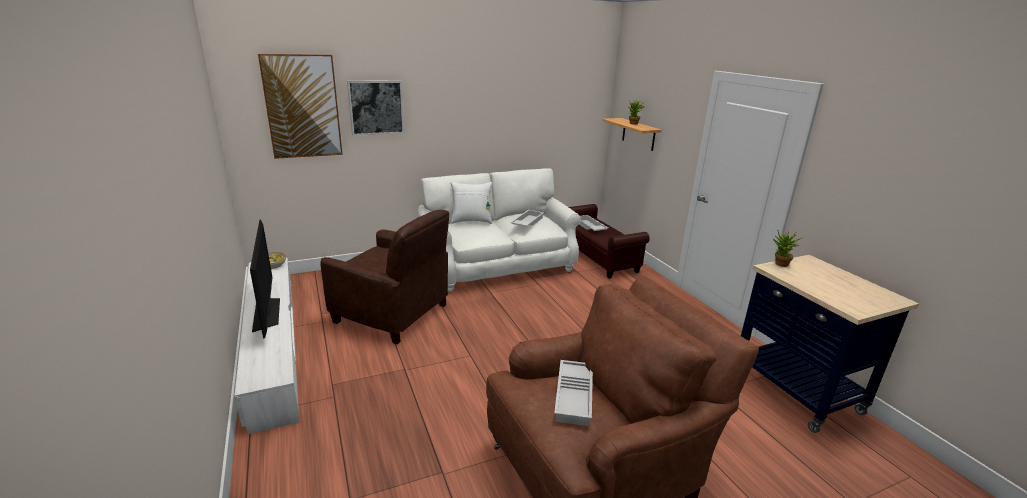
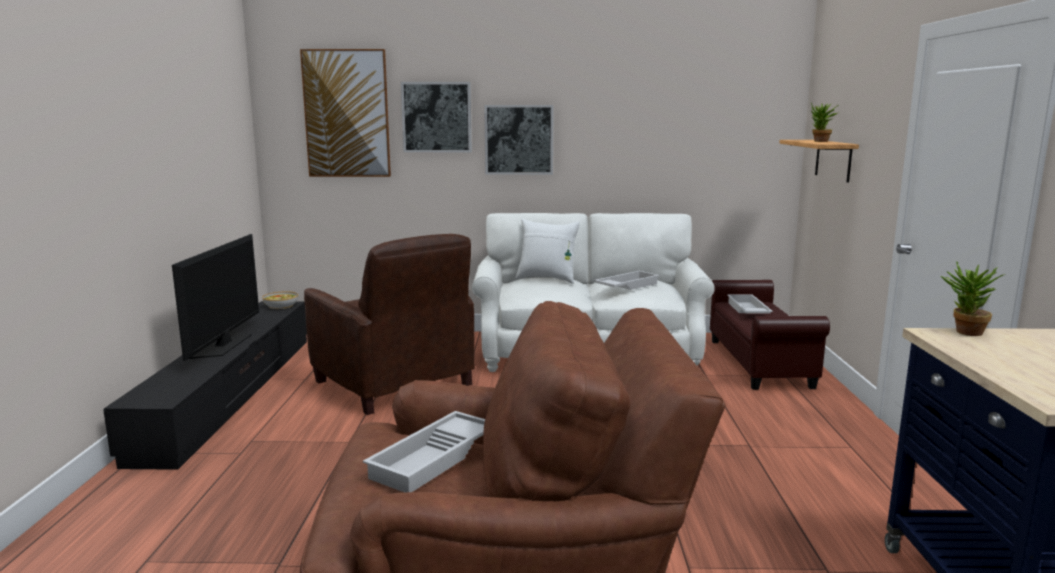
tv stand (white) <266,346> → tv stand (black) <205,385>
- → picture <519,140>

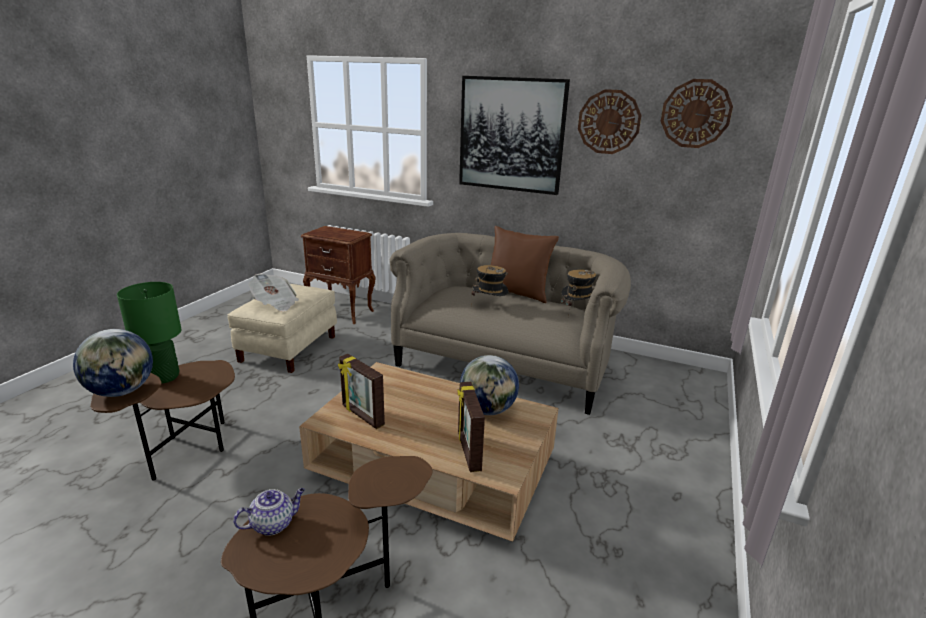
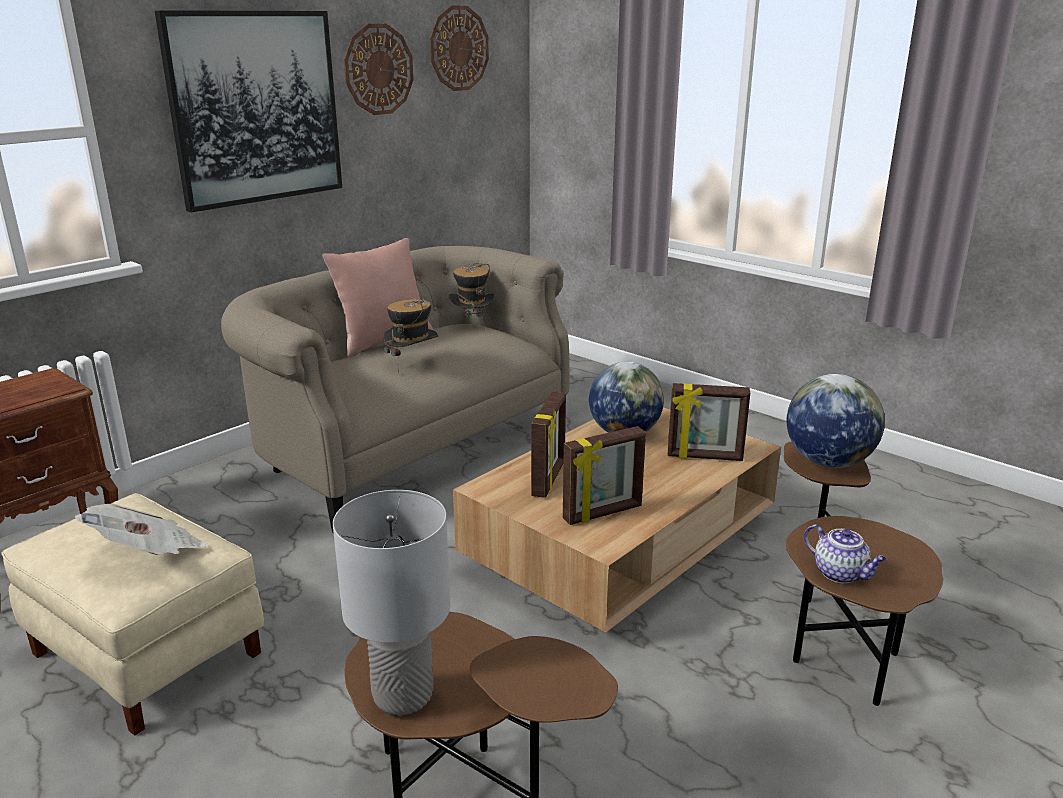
globe <113,363> → globe <836,421>, moved
table lamp (green) <149,333> → table lamp (grey) <391,603>
teapot <269,512> → teapot <845,553>, 150 degrees clockwise
pillow (brown) <525,264> → pillow (pink) <377,298>
- → picture frame <548,445>

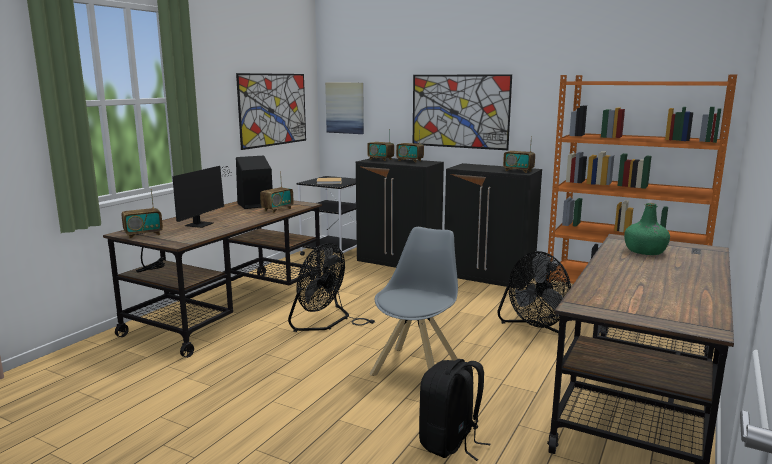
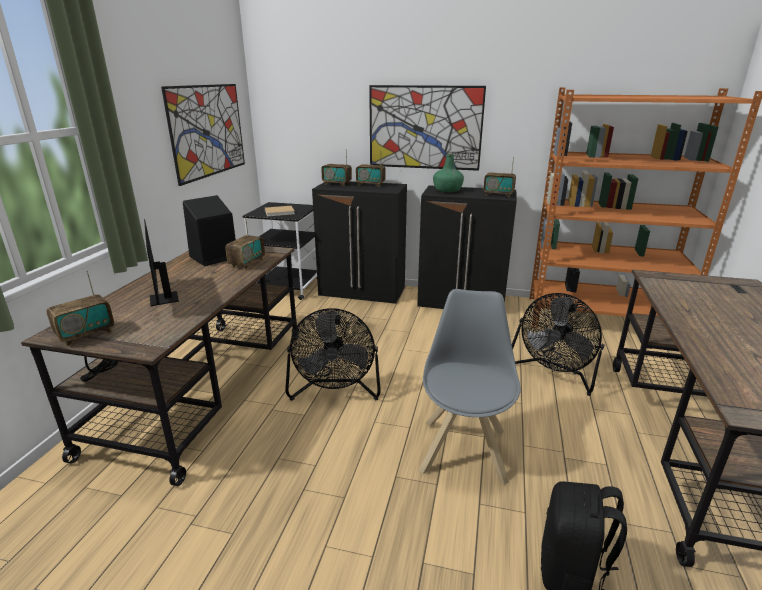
monitor <203,197> → monitor <161,262>, 150 degrees clockwise
fan (black) <331,287> → fan (black) <333,354>, 105 degrees counterclockwise
picture <344,108> → -
bottle (green) <647,229> → bottle (green) <448,172>, moved

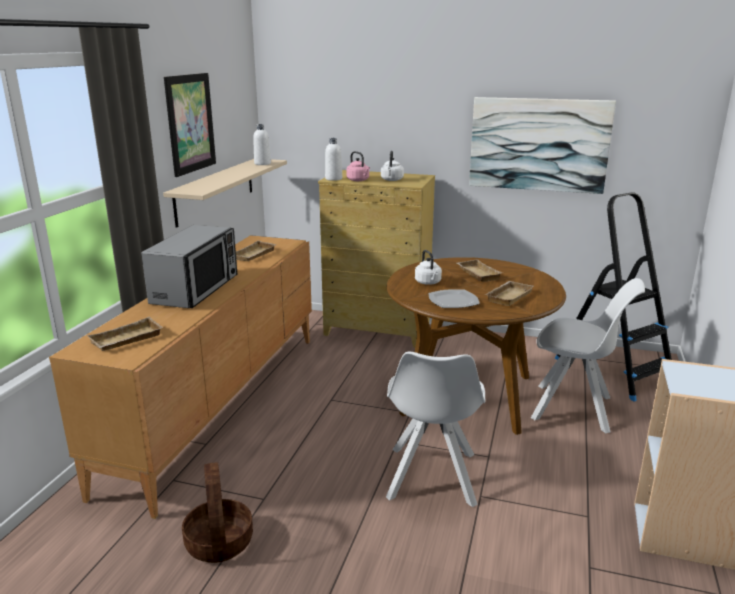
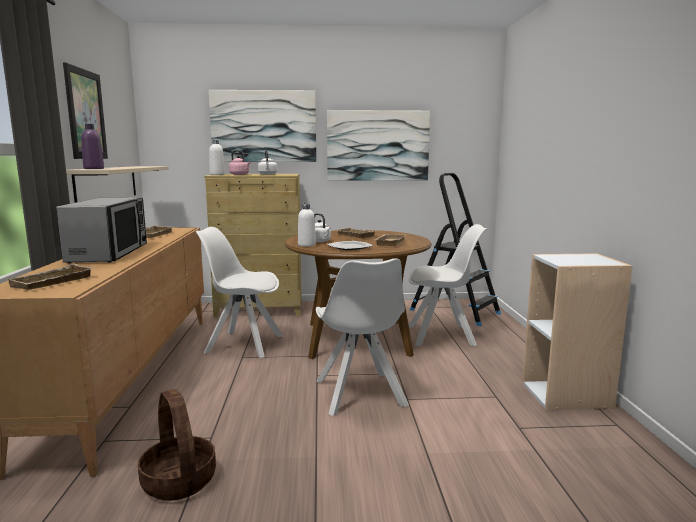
bottle (white) <262,144> → bottle (white) <307,225>, moved
- → bottle (purple) <92,146>
- → chair (white) <239,292>
- → picture <262,126>

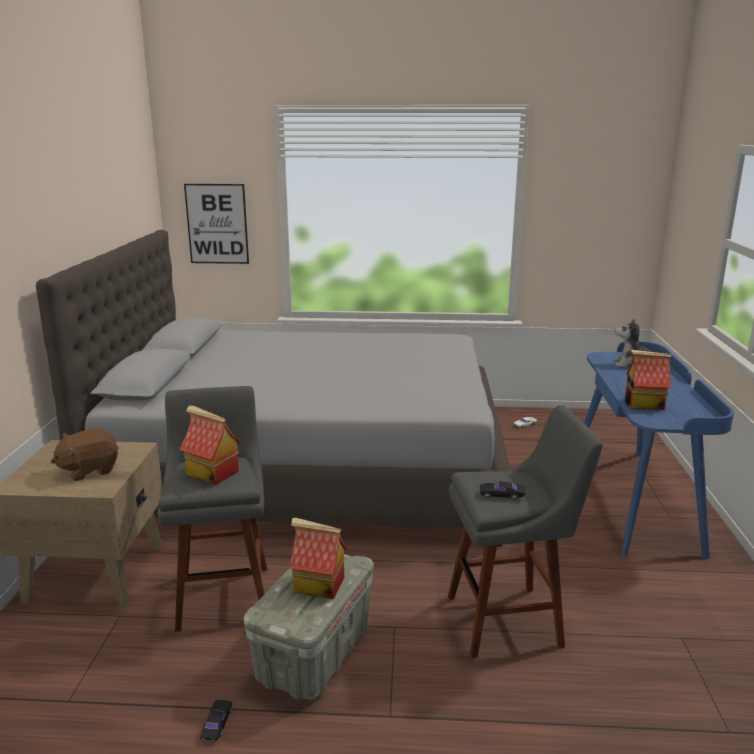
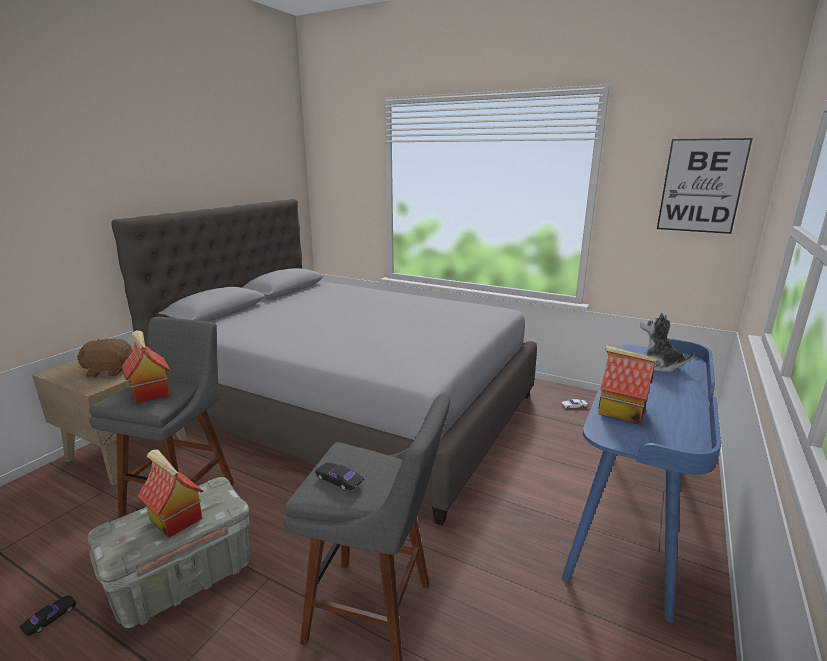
picture <216,224> → picture <705,186>, moved

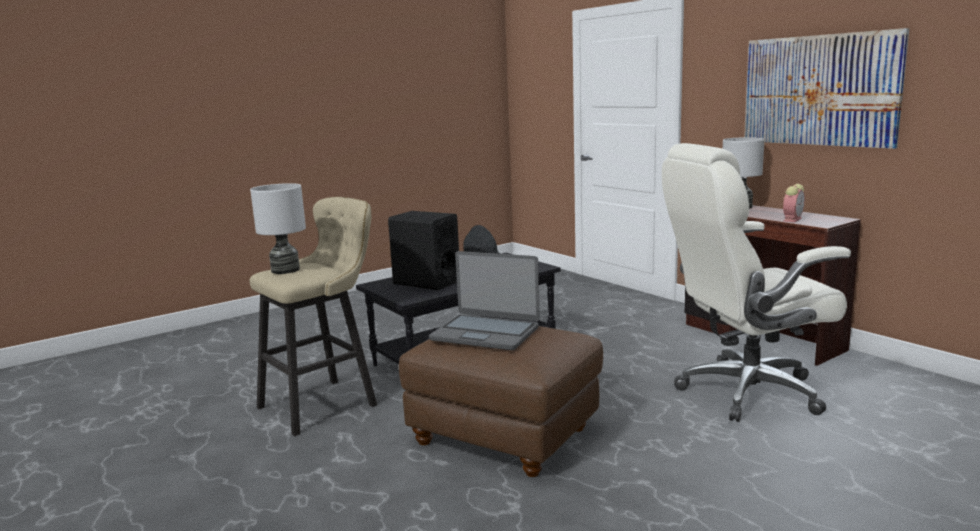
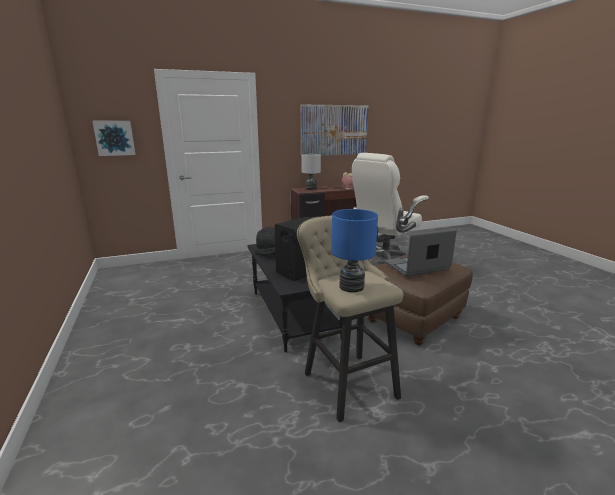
table lamp (grey) <278,228> → table lamp (blue) <354,250>
laptop <484,300> → laptop <421,253>, 150 degrees counterclockwise
office chair (white) <756,282> → office chair (white) <390,206>, 45 degrees clockwise
- → picture <114,138>

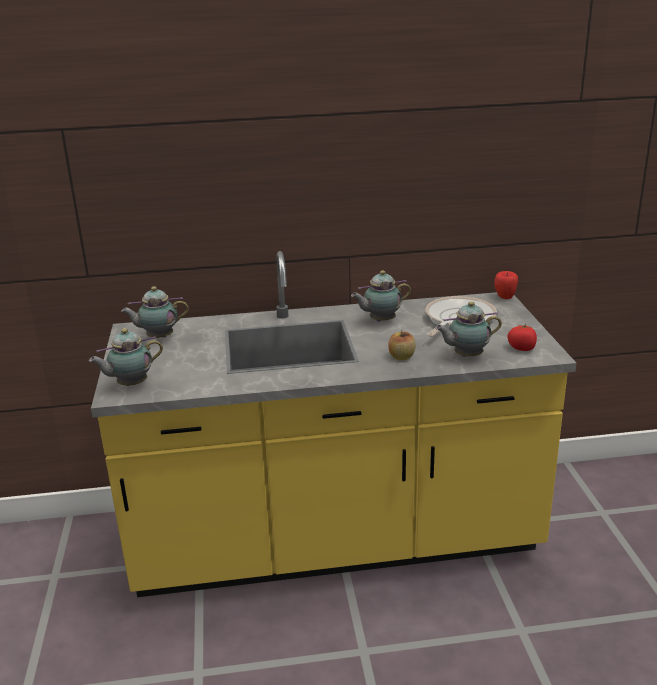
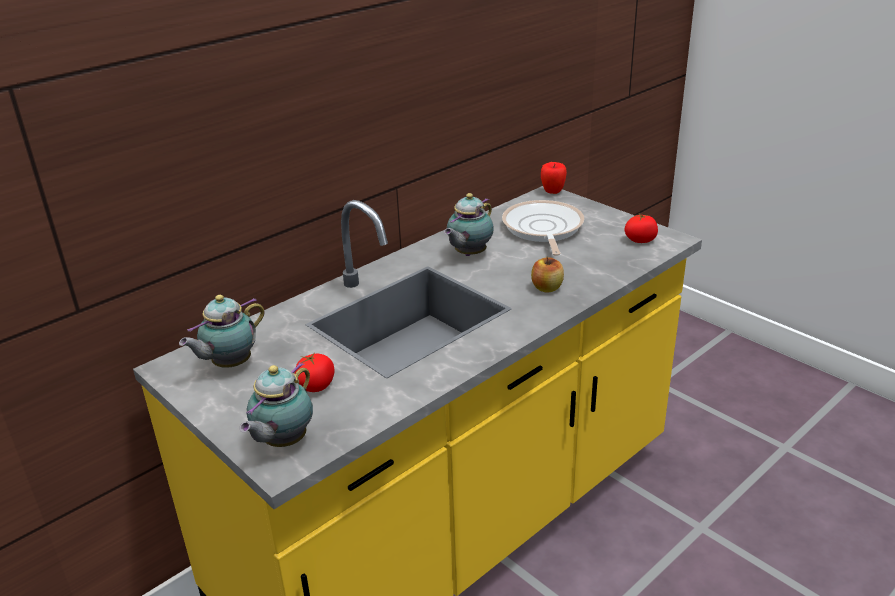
teapot <468,329> → -
- → tomato <314,373>

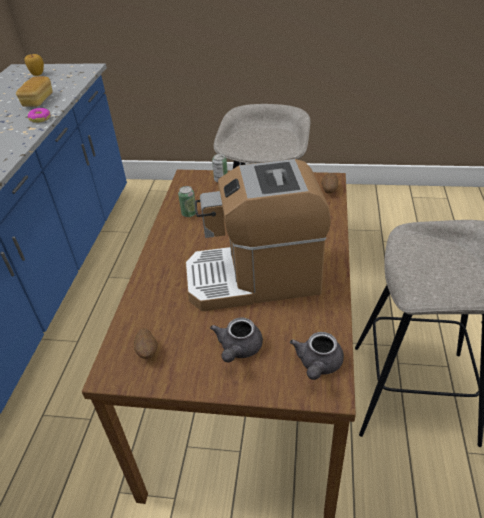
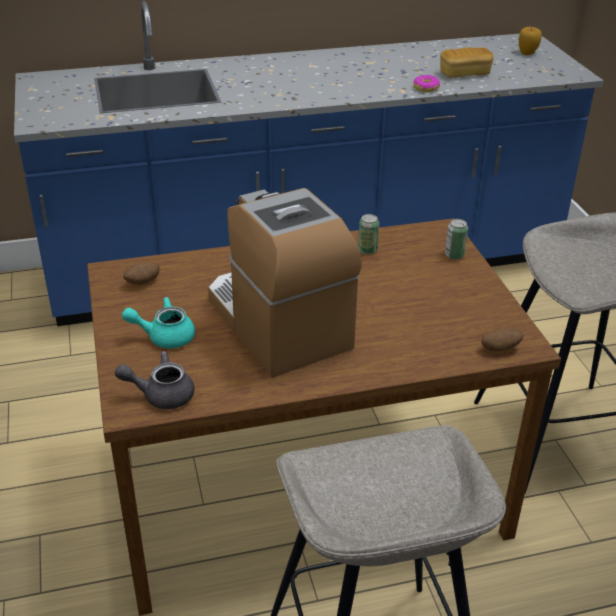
teapot (grey) <236,339> → teapot (turquoise) <158,322>

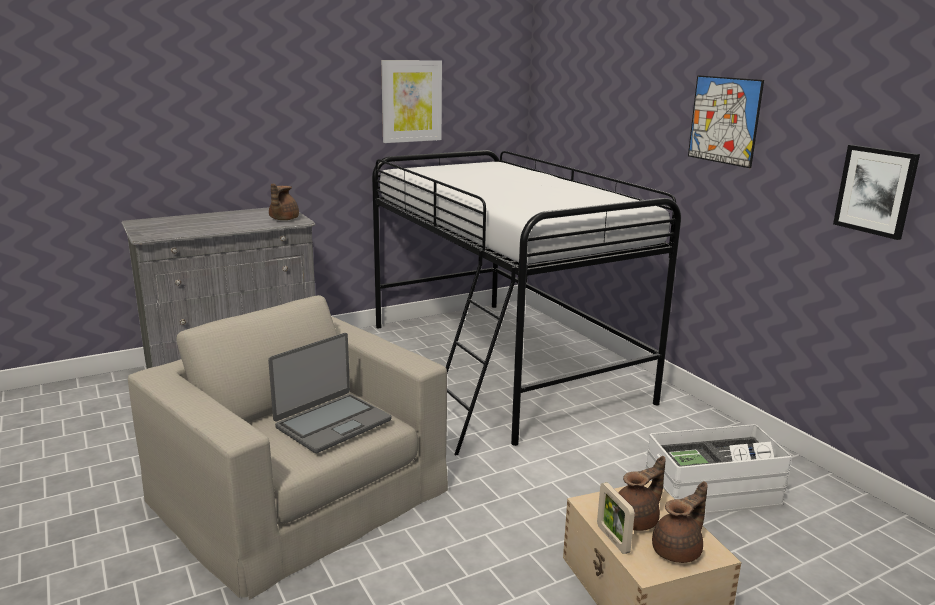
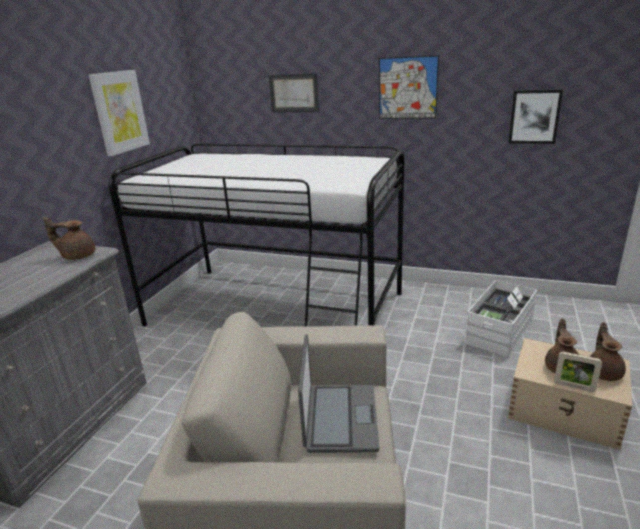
teapot (brown) <284,202> → teapot (brown) <69,238>, 120 degrees clockwise
- → picture <294,92>

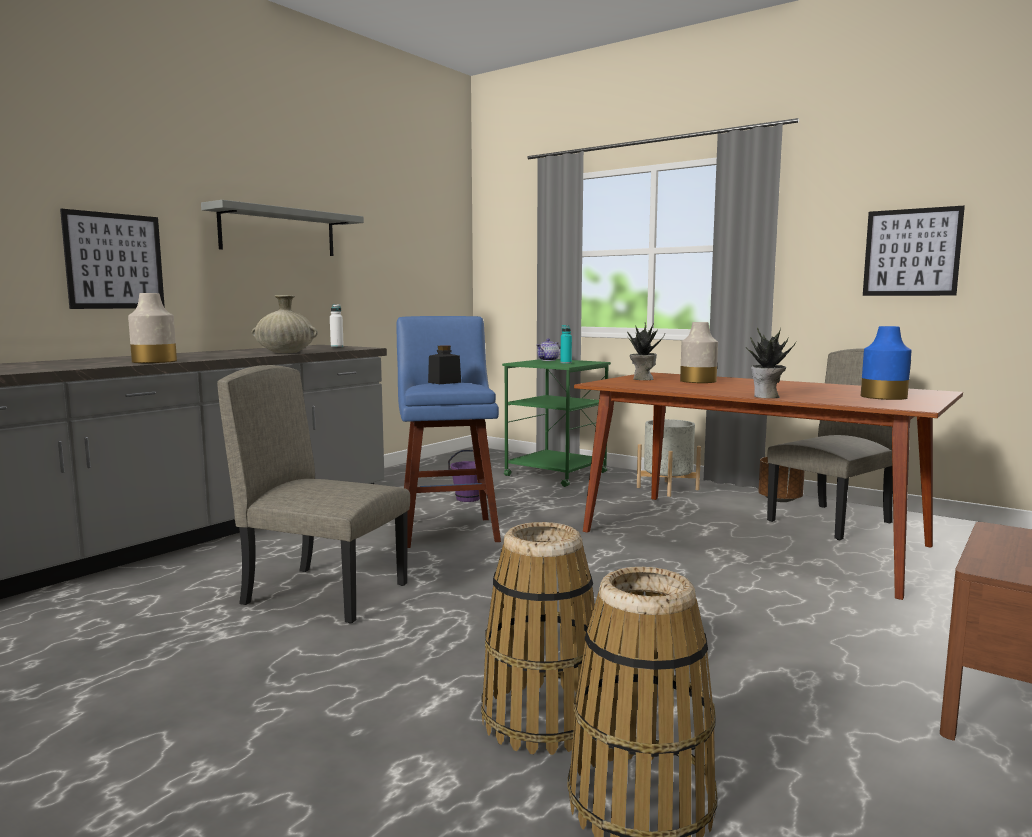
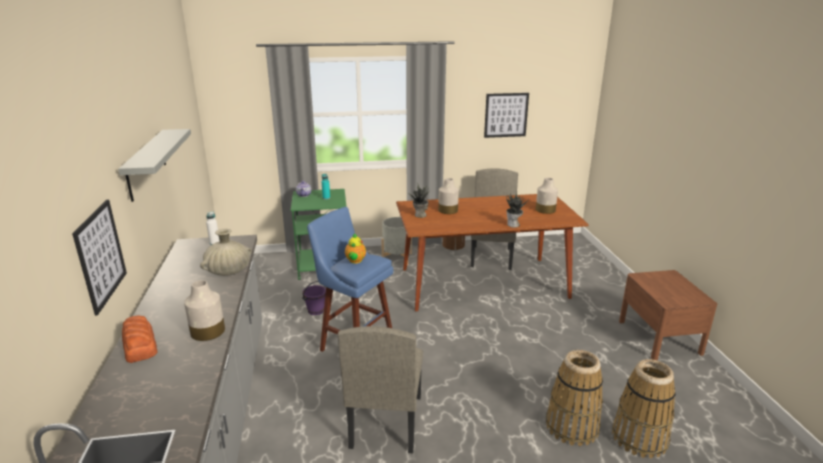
chair (beige) <313,494> → chair (beige) <380,389>, 60 degrees counterclockwise
jar (black) <444,364> → teapot <355,248>
vase (blue) <886,363> → vase (beige) <547,196>
- → bread <139,339>

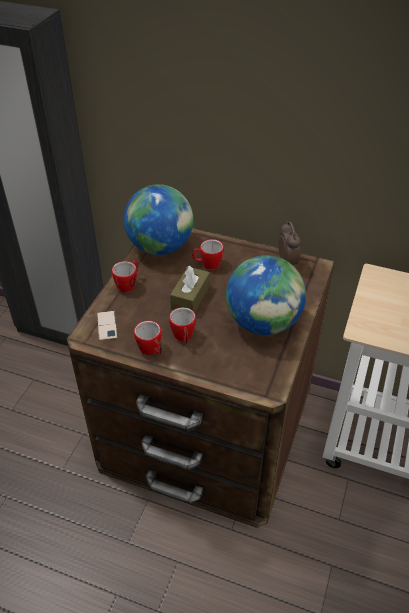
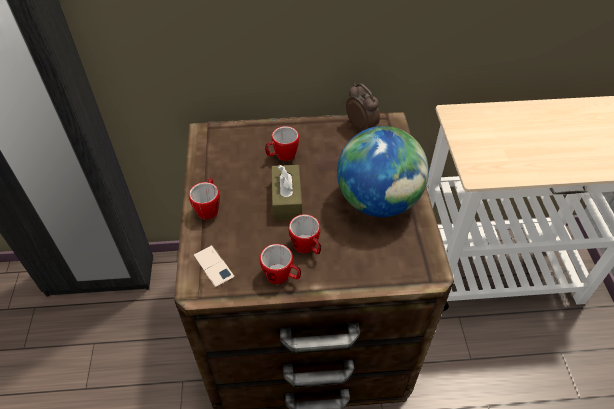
globe <159,219> → -

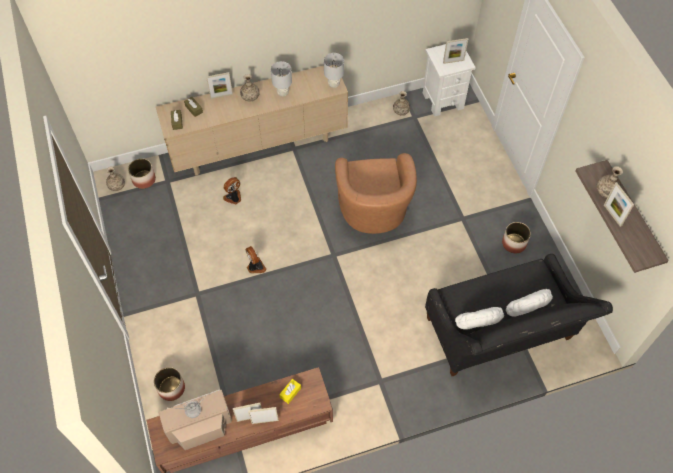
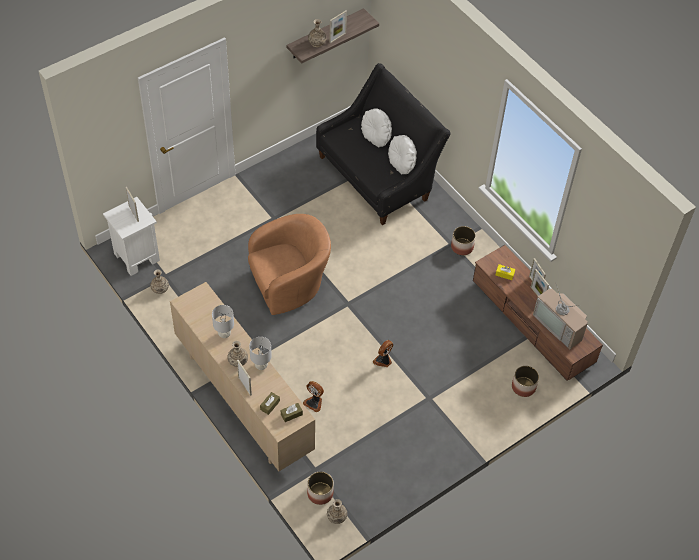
table lamp (grey) <334,70> → table lamp (grey) <260,353>, moved
planter <516,237> → planter <463,240>, moved

